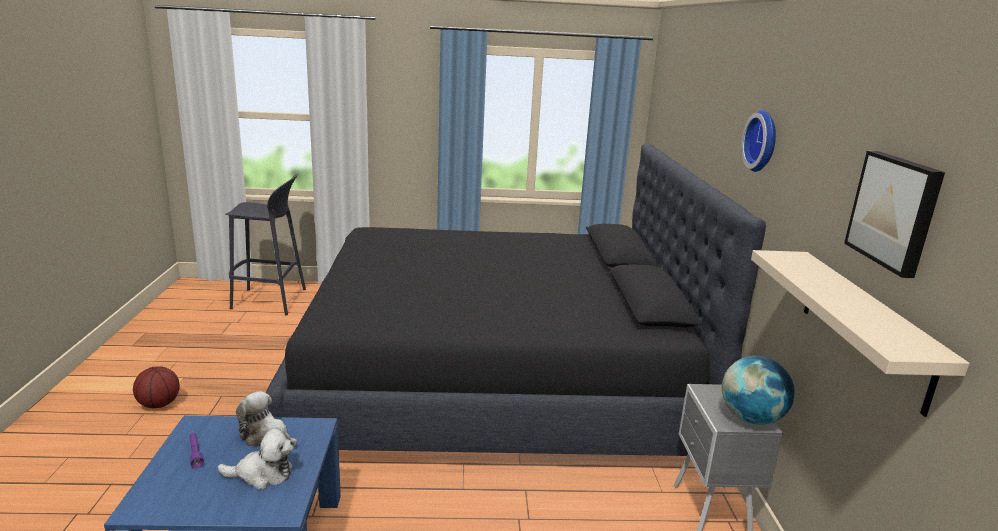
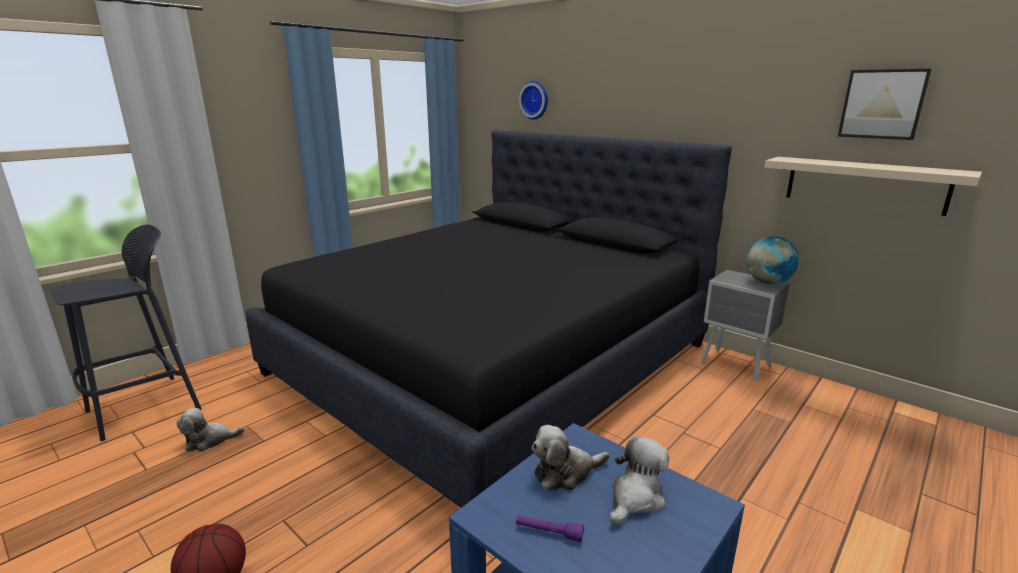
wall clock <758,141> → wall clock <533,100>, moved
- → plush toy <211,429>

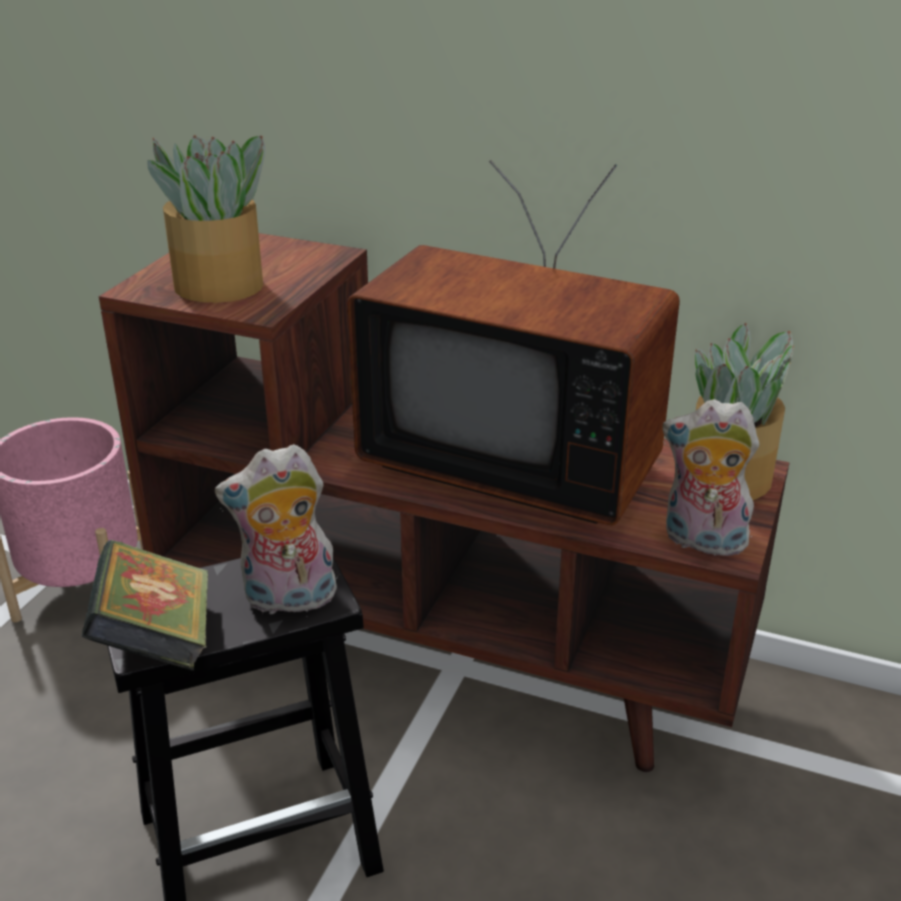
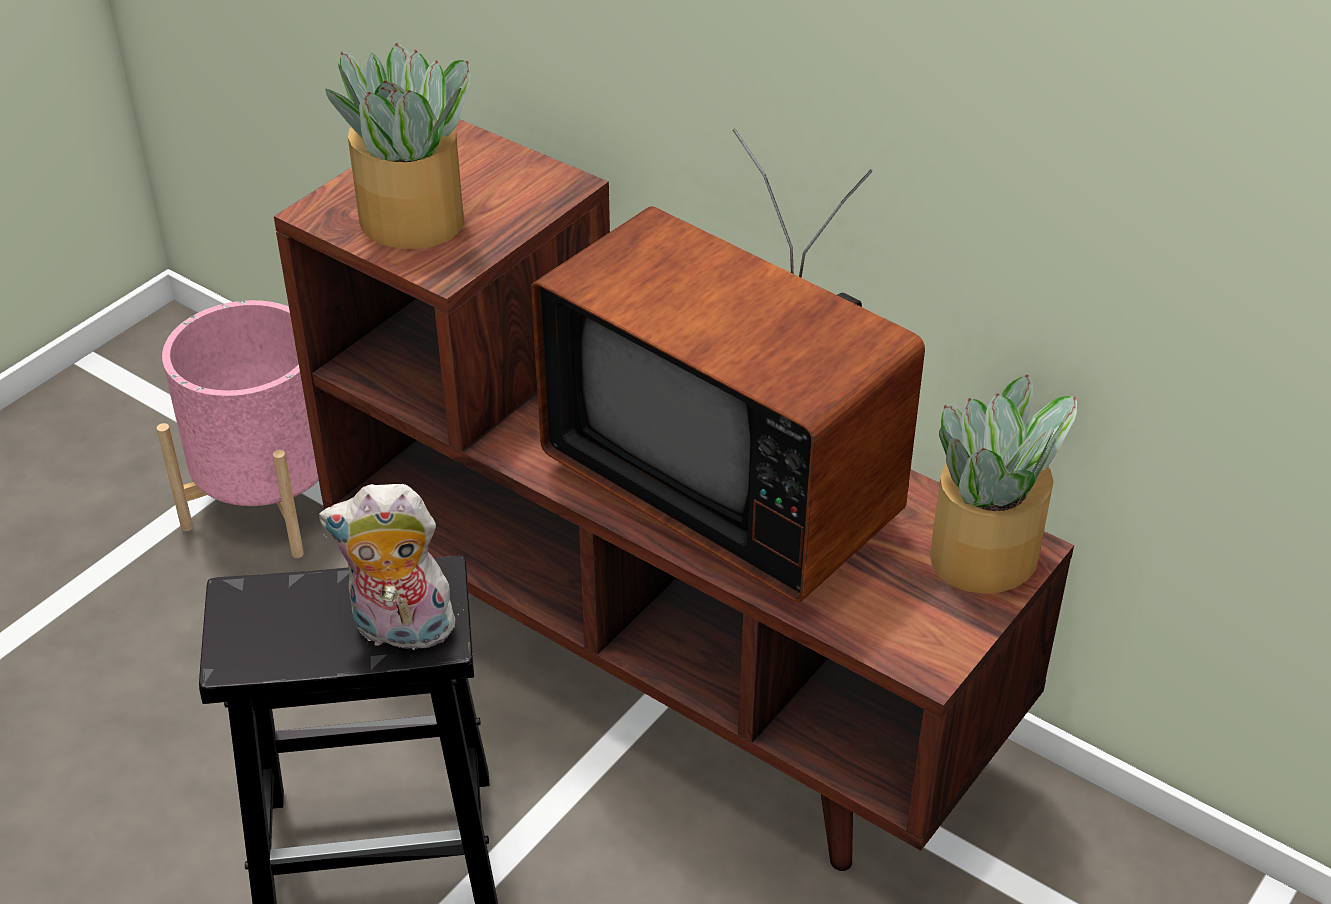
book <145,605> → -
plush toy <710,479> → -

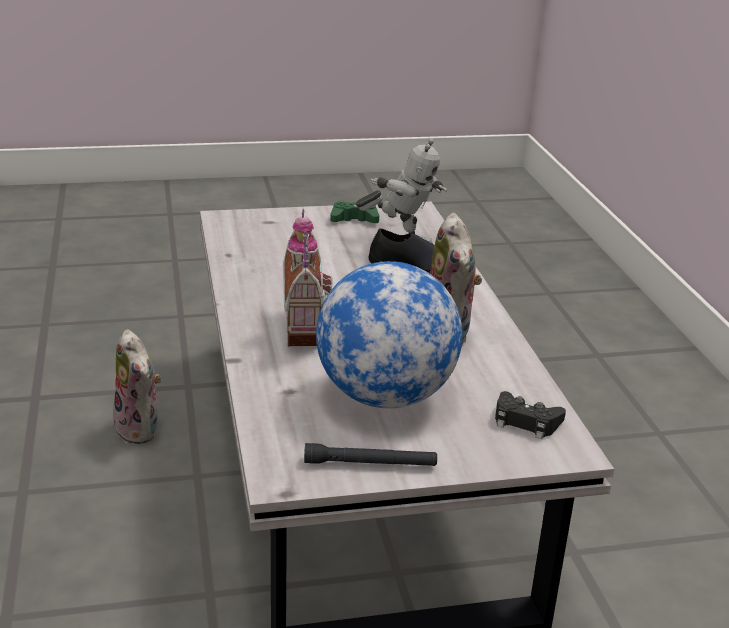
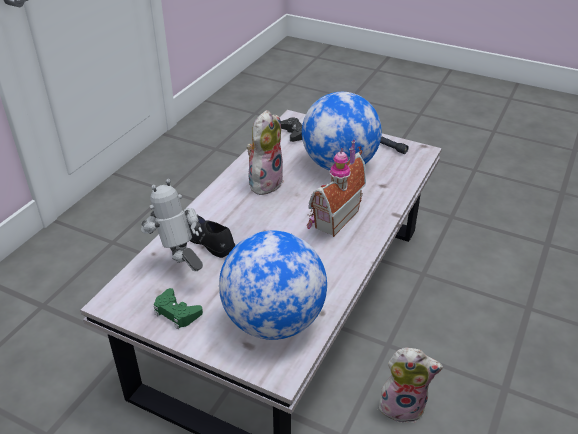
plush toy <137,386> → plush toy <411,385>, 90 degrees clockwise
- → globe <273,285>

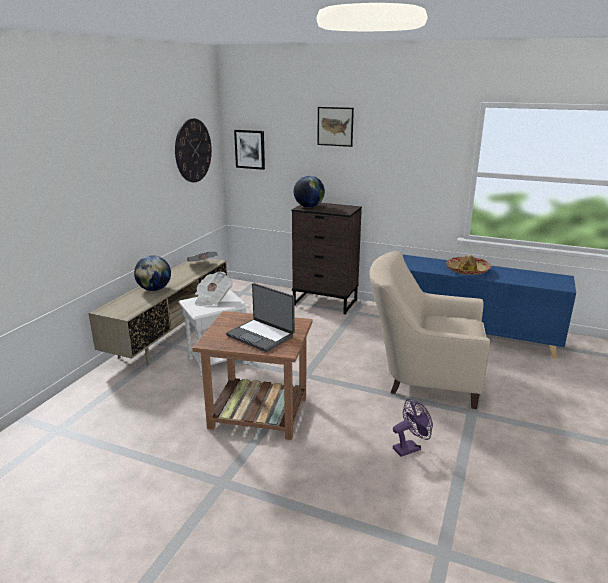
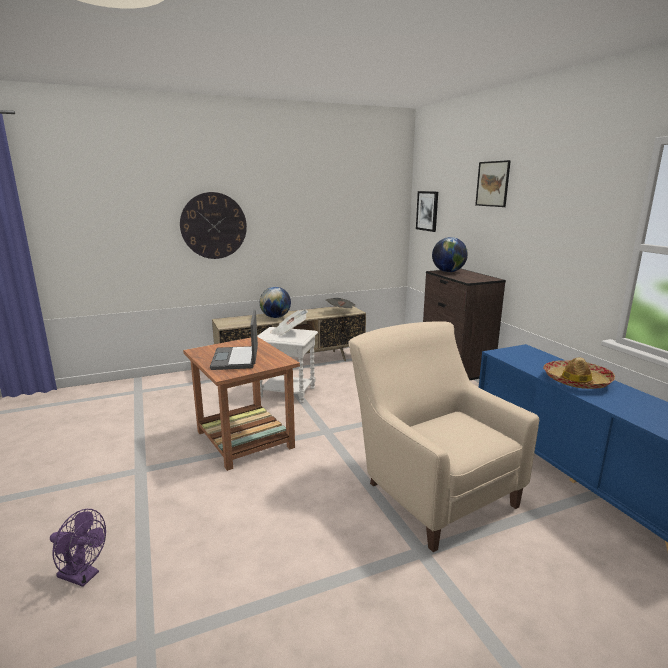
wall clock <193,150> → wall clock <213,225>, moved
fan (purple) <413,428> → fan (purple) <78,548>, moved

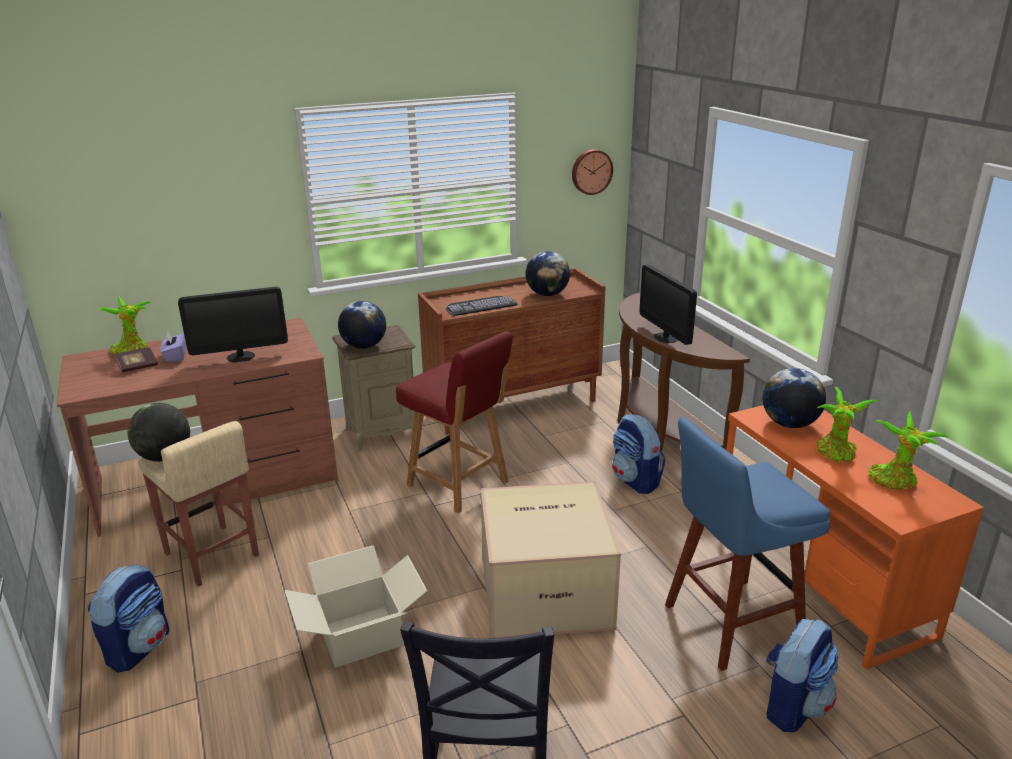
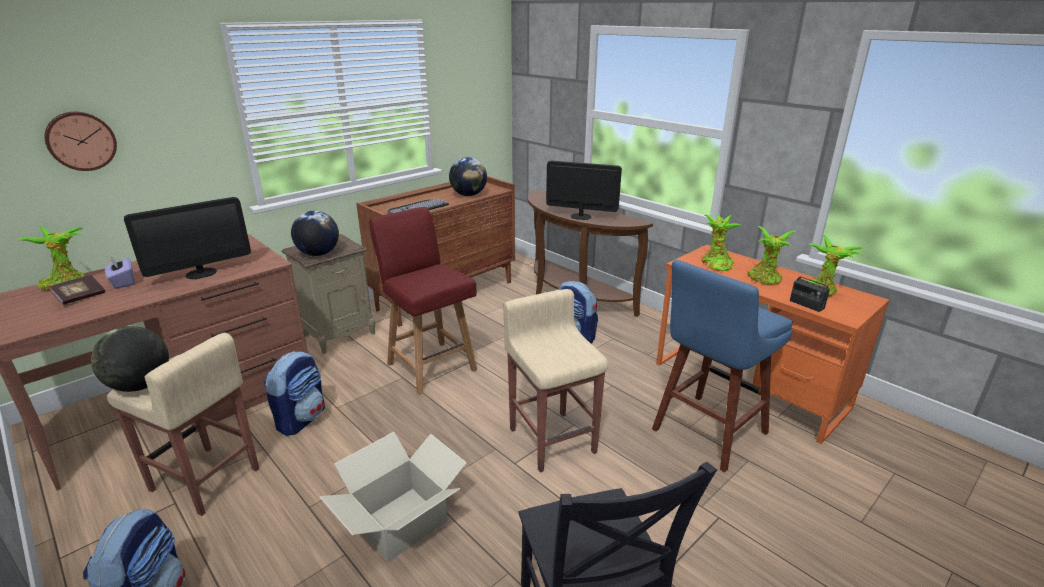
chair (red) <454,422> → chair (red) <423,301>, 150 degrees counterclockwise
cardboard box <550,559> → stool (beige) <555,381>
wall clock <592,172> → wall clock <80,141>, moved
monitor <668,304> → monitor <584,190>, 150 degrees clockwise
globe <794,398> → potted plant <722,242>
backpack <802,676> → backpack <294,393>, moved
- → radio <810,290>

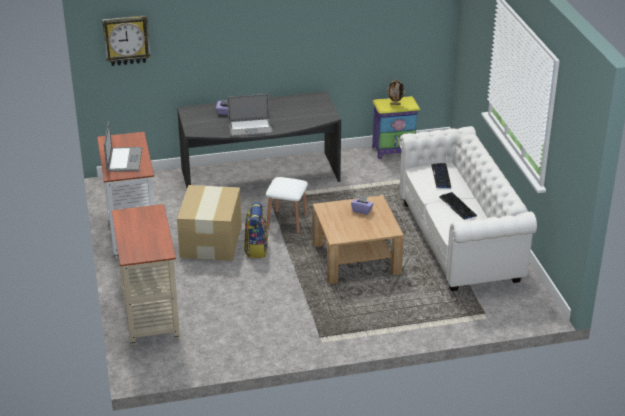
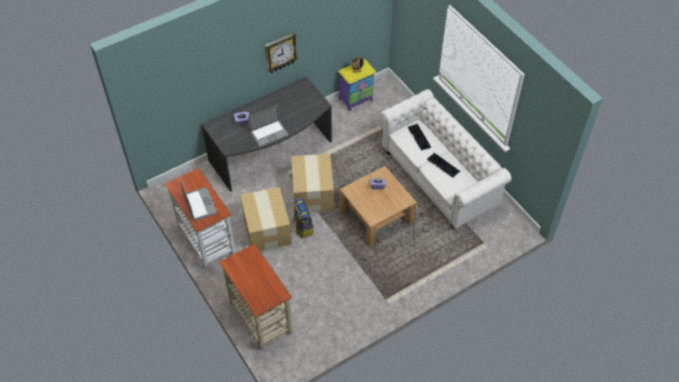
wall clock <126,40> → wall clock <281,52>, moved
stool (white) <287,205> → cardboard box <312,183>

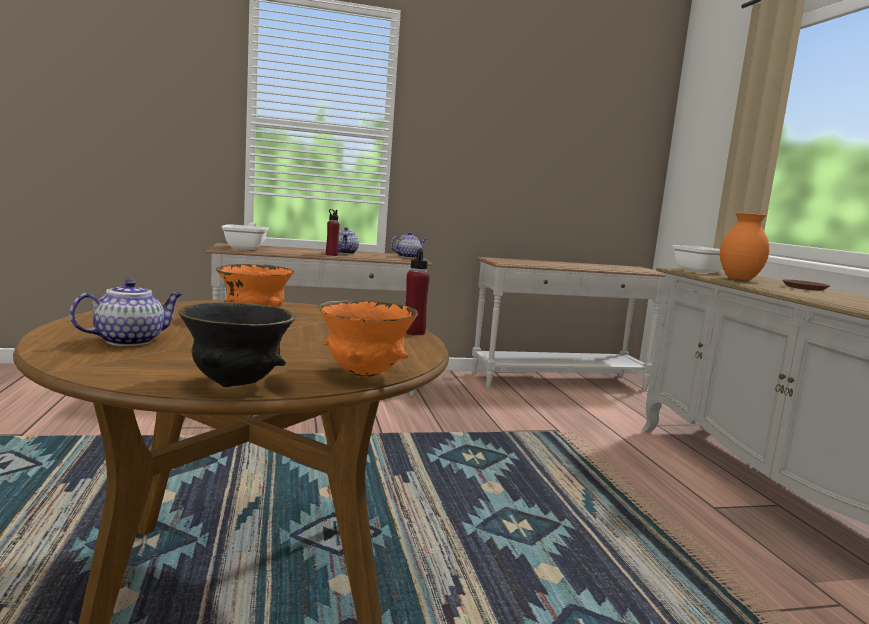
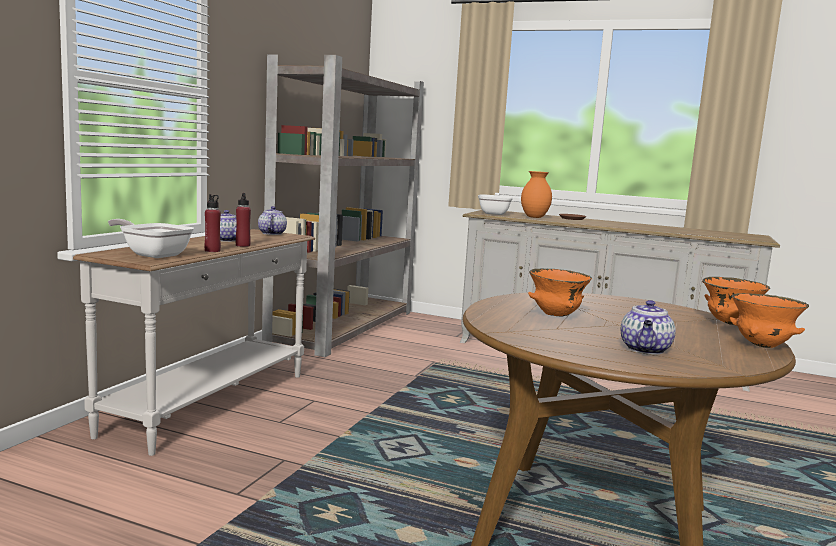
teapot <126,312> → teapot <648,327>, 150 degrees counterclockwise
bowl (black) <237,344> → bowl (orange) <769,320>
bottle (red) <417,291> → bottle (red) <213,223>, moved
console table (white) <568,324> → bookcase (brown) <343,205>

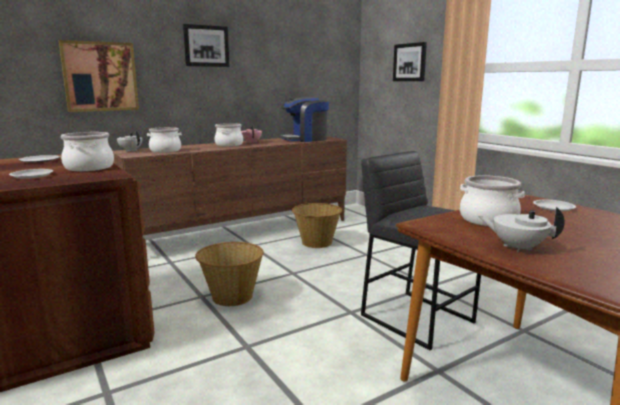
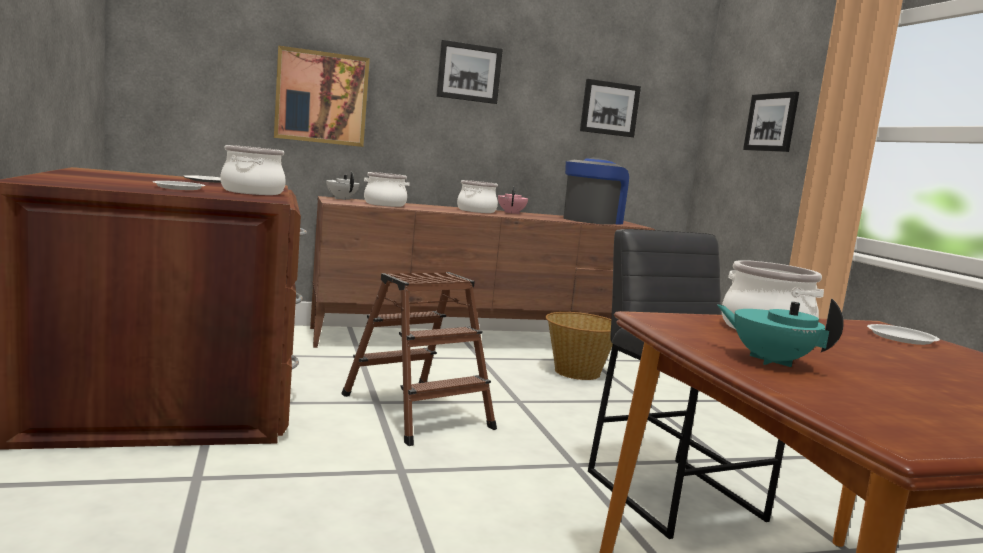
basket <229,274> → step ladder (brown) <419,359>
coffee machine <304,119> → coffee machine <596,191>, 135 degrees clockwise
teapot (white) <521,229> → teapot (turquoise) <780,333>
- → picture <610,108>

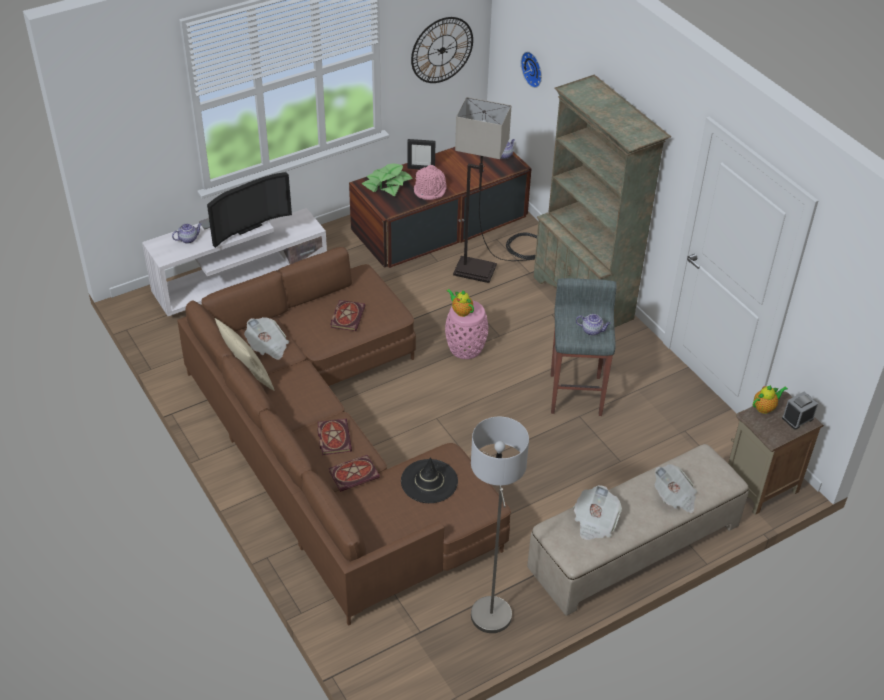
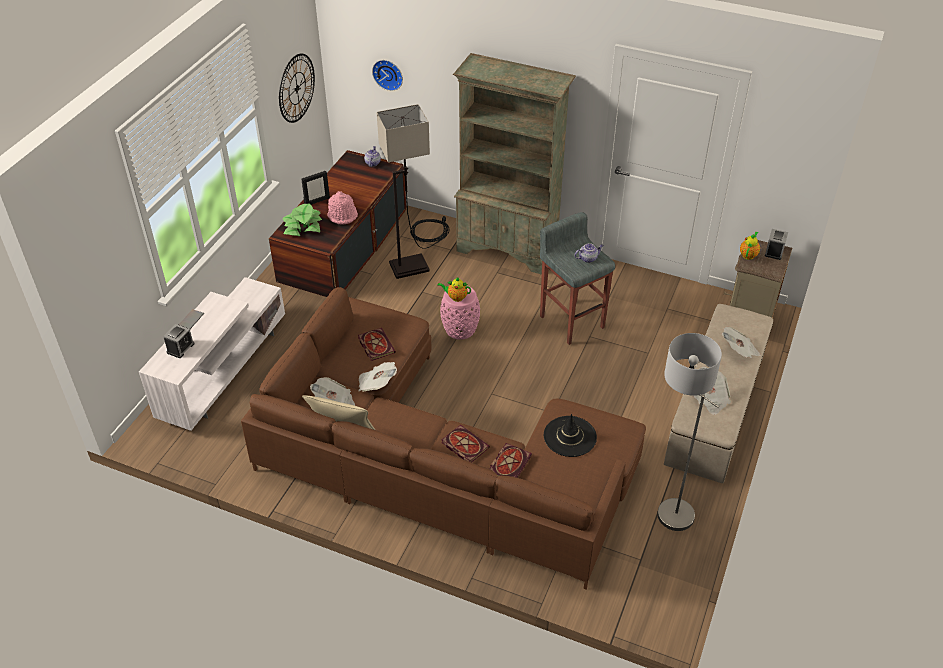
teapot <187,233> → alarm clock <179,341>
television <249,210> → -
- → newspaper <377,377>

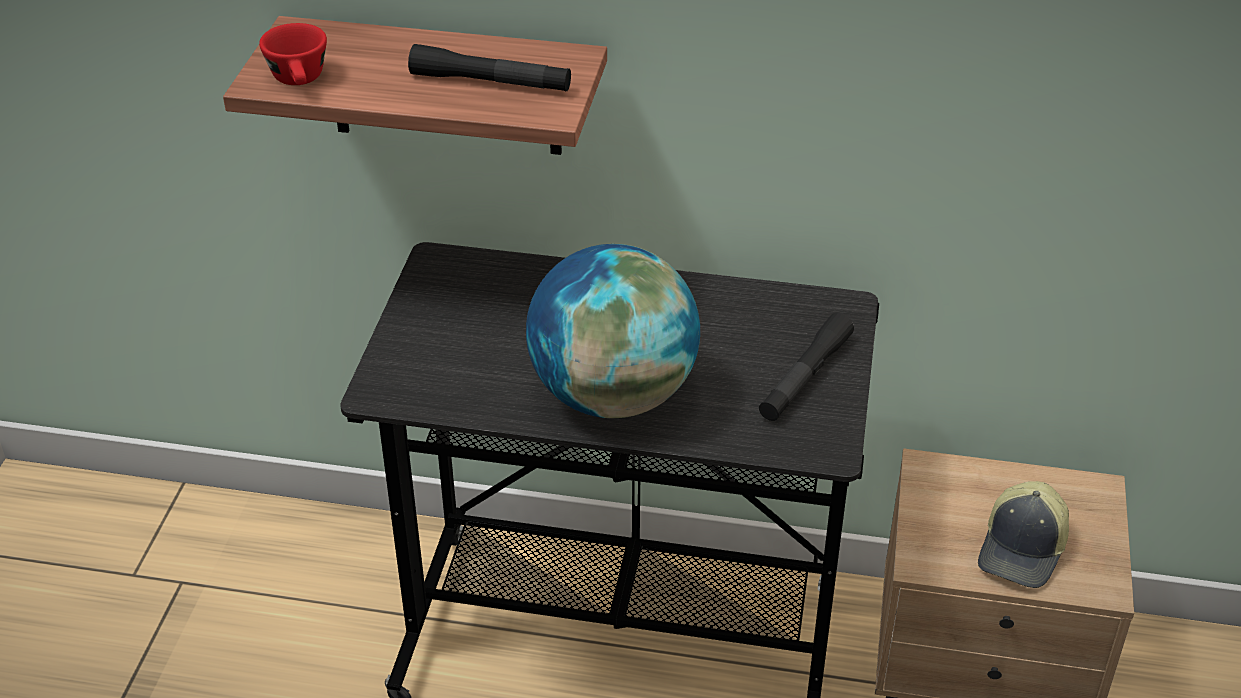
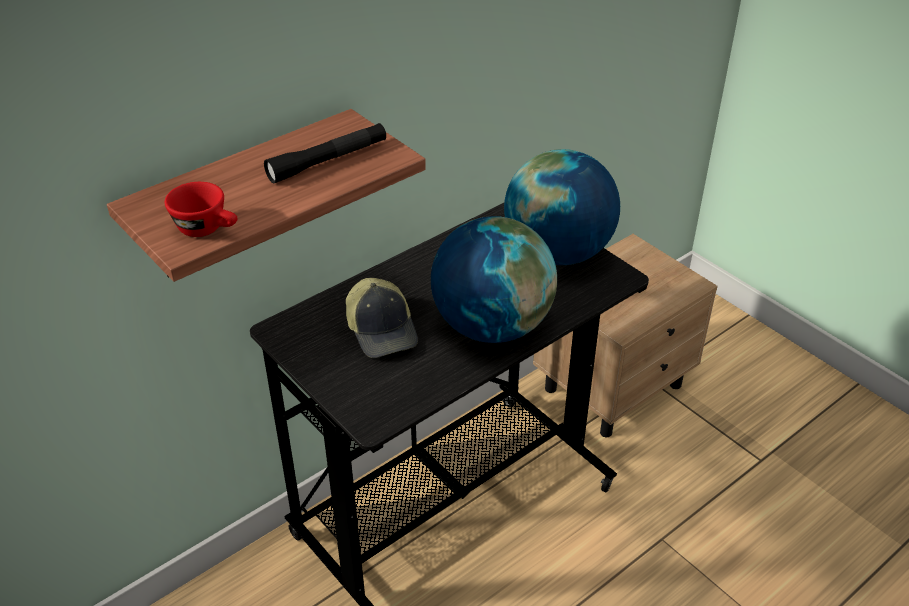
flashlight (black) <806,367> → globe <562,207>
cap <1023,534> → cap <382,318>, moved

